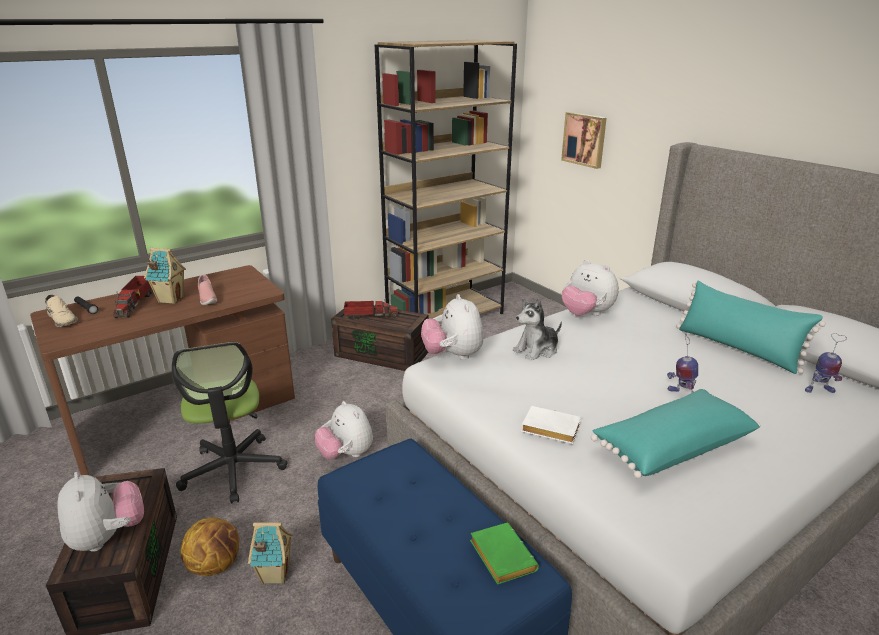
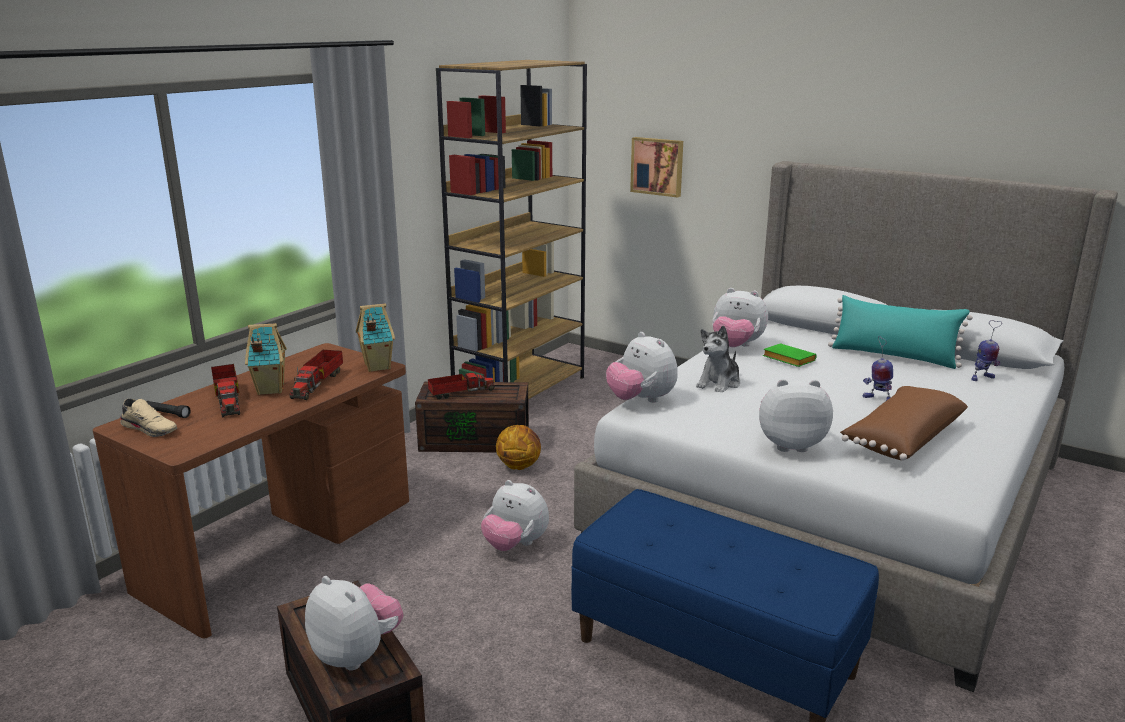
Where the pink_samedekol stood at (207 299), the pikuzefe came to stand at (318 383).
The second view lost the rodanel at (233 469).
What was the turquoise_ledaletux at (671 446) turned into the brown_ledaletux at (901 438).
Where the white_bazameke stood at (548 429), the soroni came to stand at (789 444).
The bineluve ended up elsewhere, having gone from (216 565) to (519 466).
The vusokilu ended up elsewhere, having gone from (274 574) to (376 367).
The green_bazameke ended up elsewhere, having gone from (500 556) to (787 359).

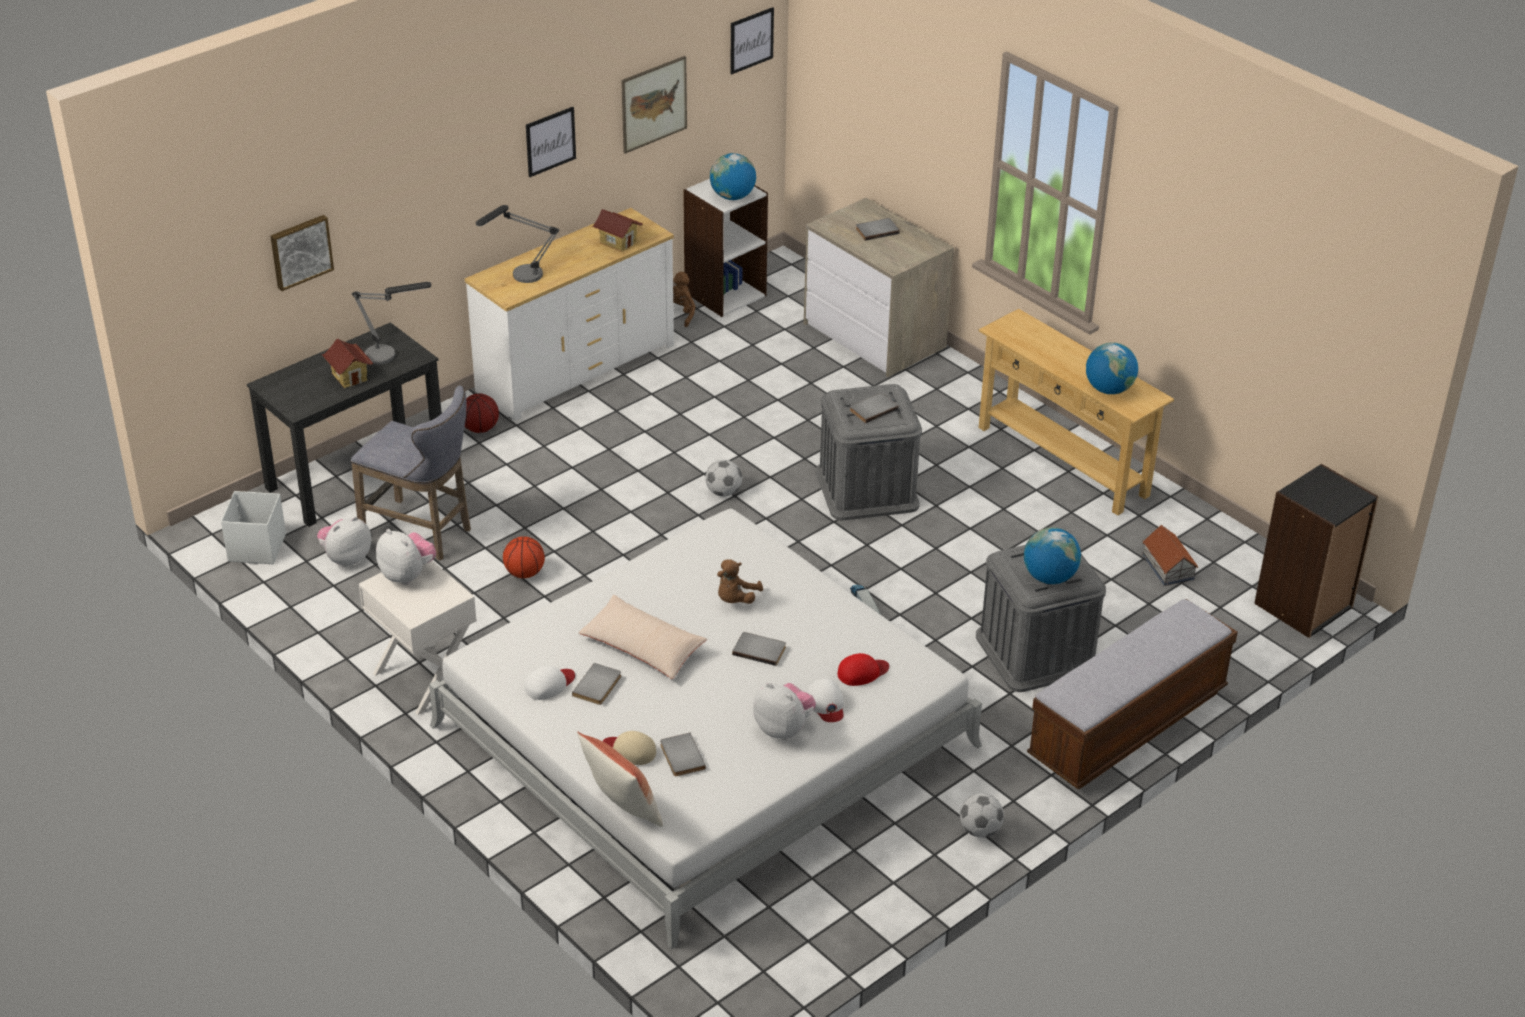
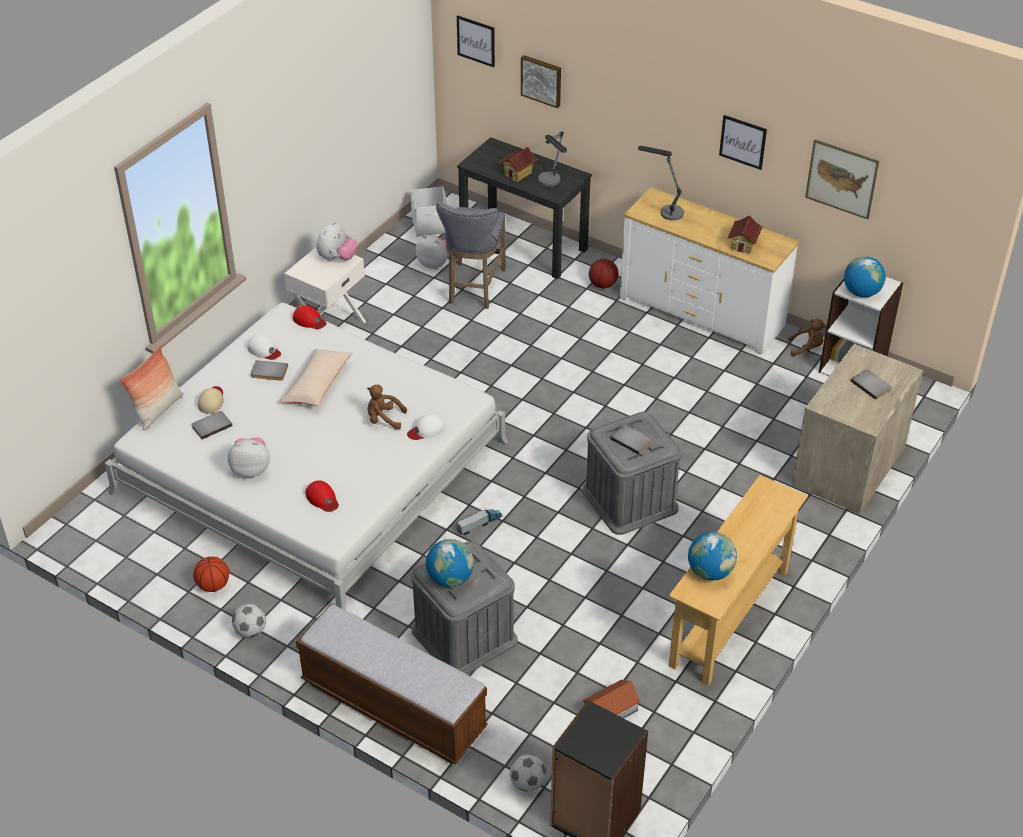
The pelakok ended up elsewhere, having gone from (751 40) to (476 41).
The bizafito ended up elsewhere, having gone from (723 492) to (527 783).
The bineluve ended up elsewhere, having gone from (524 573) to (213 585).
The second view lost the grey_bazameke at (760 649).
The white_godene ended up elsewhere, having gone from (826 704) to (426 430).
The soroni at (784 728) ended up facing another way, 120 degrees counterclockwise from before.
The second view gained the red_godene at (309 320).

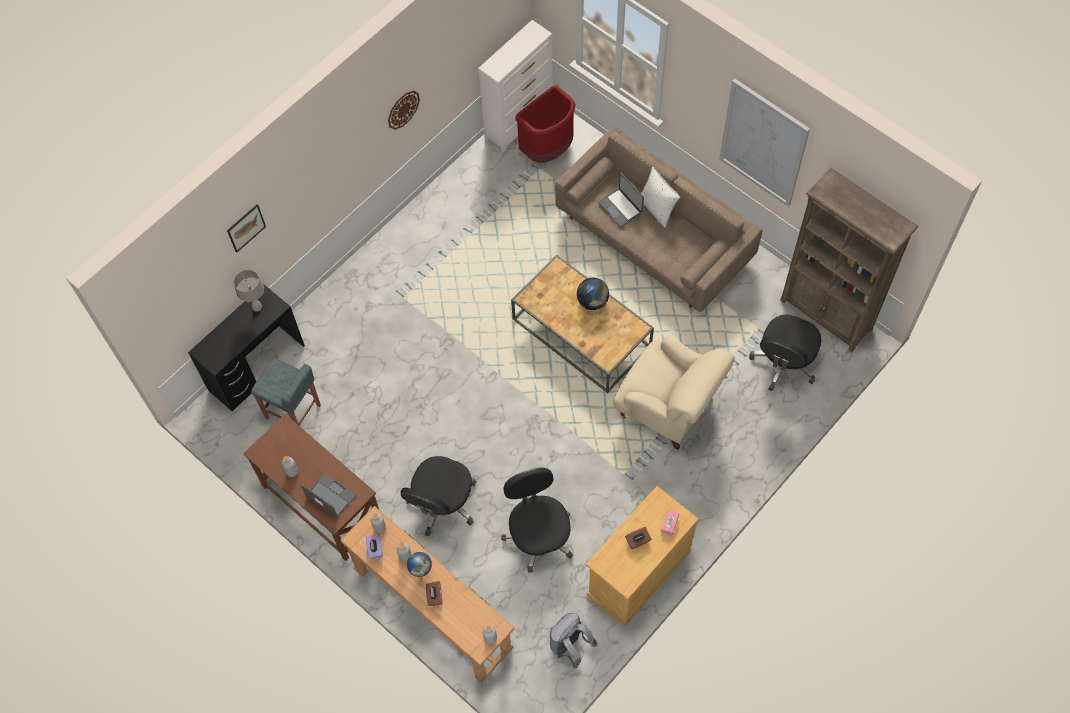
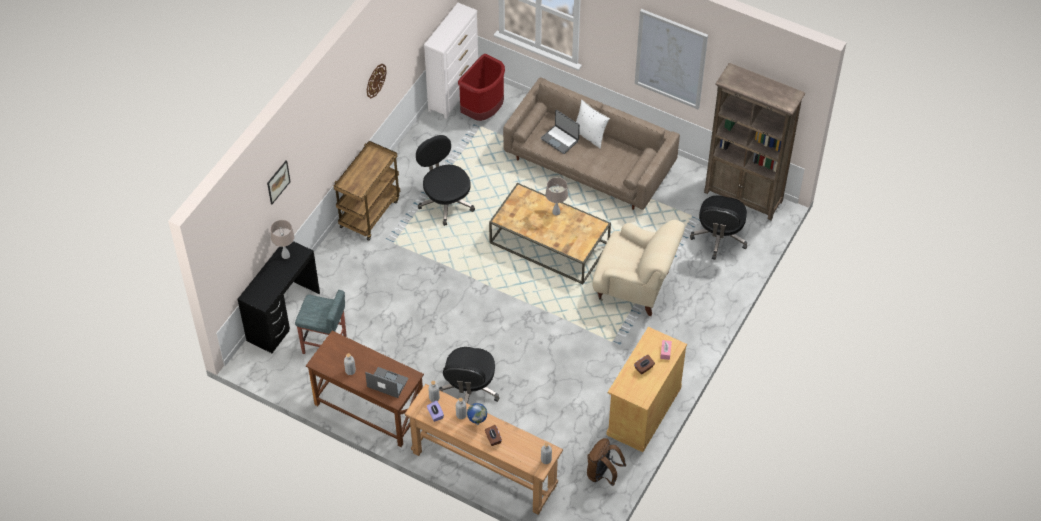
Where the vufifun stood at (592 301), the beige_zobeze came to stand at (556 212).
The black_rodanel ended up elsewhere, having gone from (538 535) to (445 201).
What was the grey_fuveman at (570 646) turned into the brown_fuveman at (603 474).
The second view gained the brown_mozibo at (369 212).

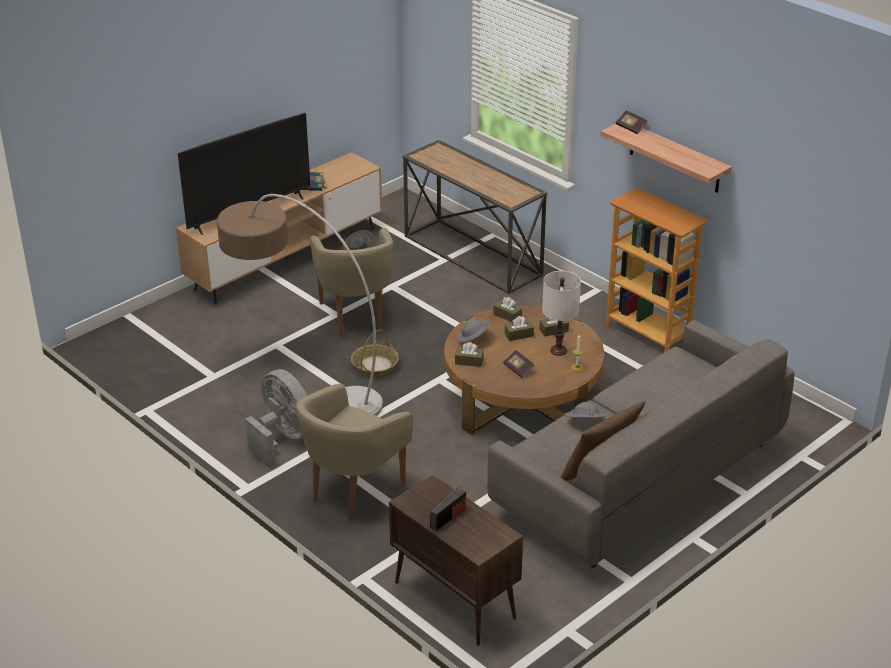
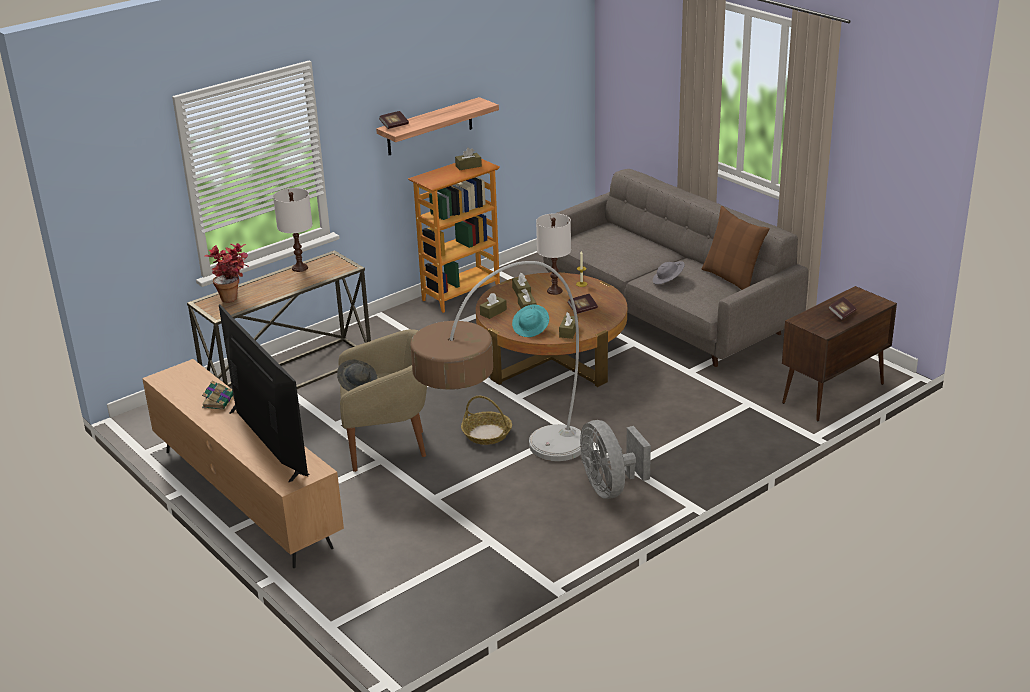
What was the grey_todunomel at (473 339) turned into the turquoise_todunomel at (531 329).
The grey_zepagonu at (283 438) ended up facing another way, 75 degrees counterclockwise from before.
The second view lost the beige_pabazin at (353 490).
Where the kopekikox stood at (448 518), the bazameke came to stand at (841 314).
The second view gained the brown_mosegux at (468 166).
The second view gained the white_zobeze at (299 268).
The second view gained the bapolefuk at (234 297).

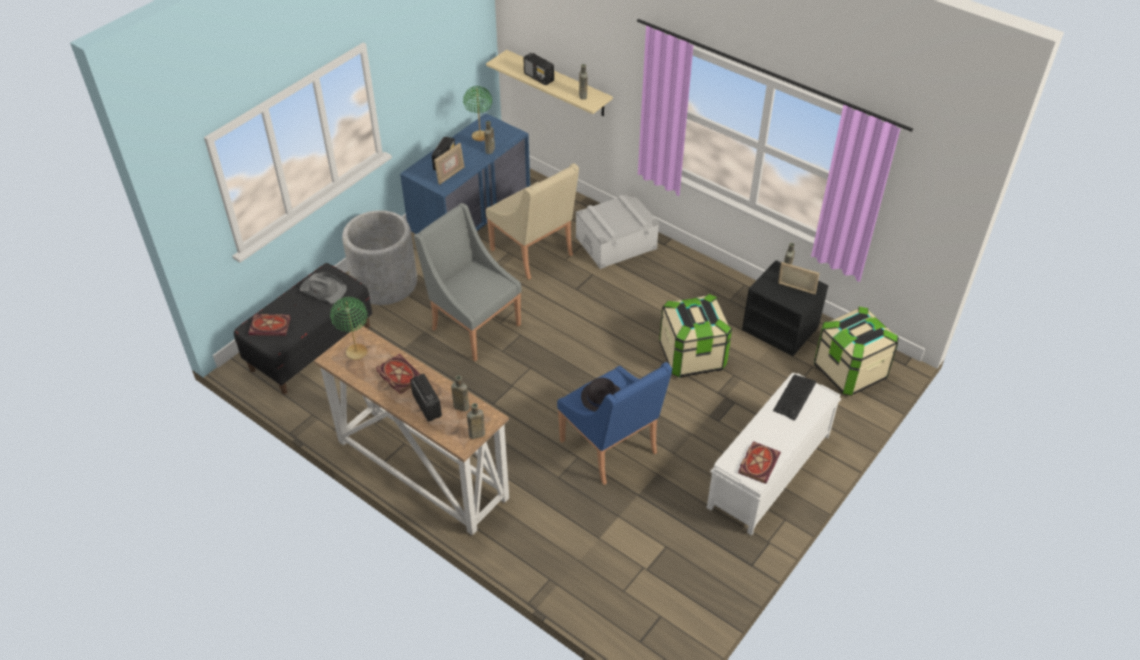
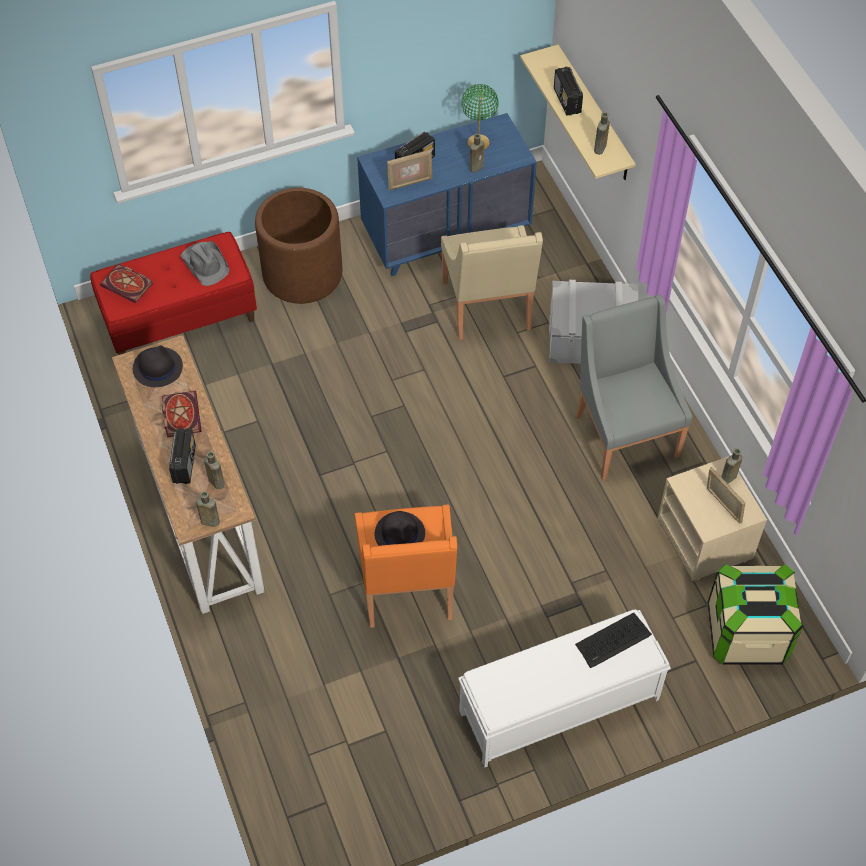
The grey_pabazin ended up elsewhere, having gone from (473 326) to (624 433).
What was the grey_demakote at (385 283) turned into the brown_demakote at (302 274).
What was the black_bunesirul at (781 328) turned into the beige_bunesirul at (706 539).
What was the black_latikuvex at (311 347) turned into the red_latikuvex at (180 318).
The second view lost the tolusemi at (692 356).
Where the green_zobeze stood at (356 352), the black_todunomel came to stand at (157 367).
What was the blue_pabazin at (611 448) turned into the orange_pabazin at (407 589).
The second view lost the bazameke at (758 462).

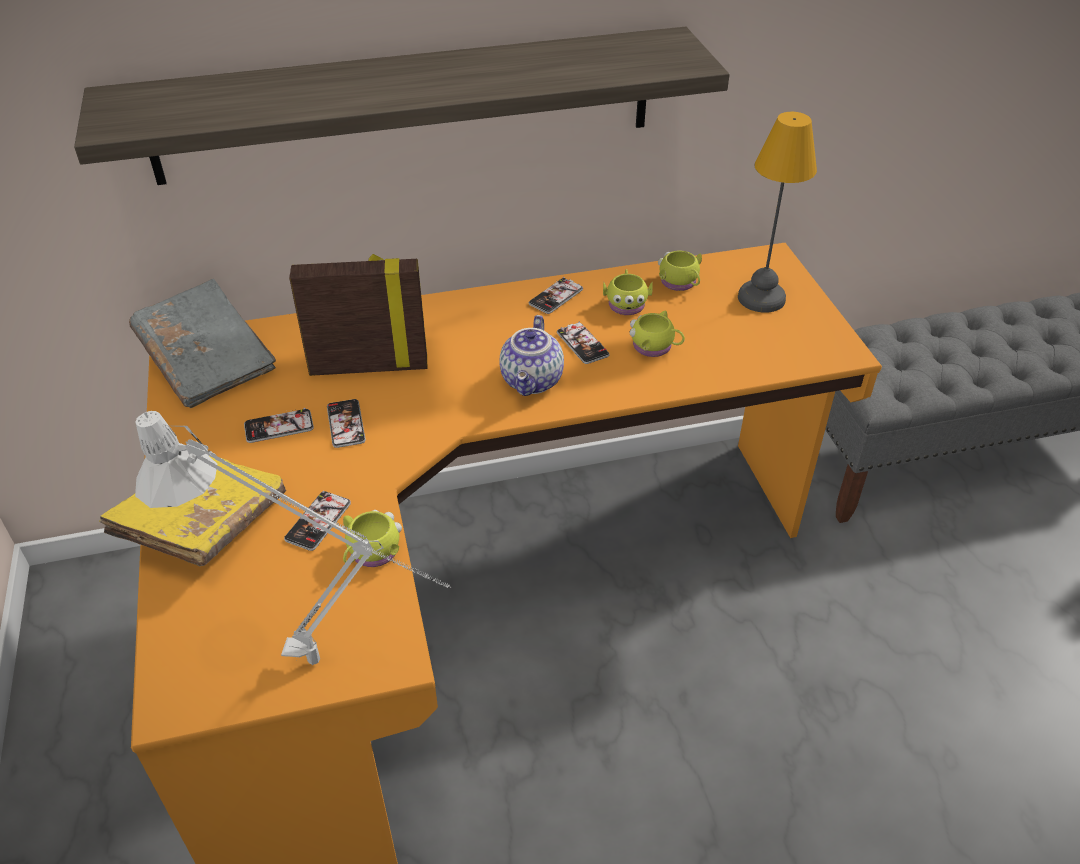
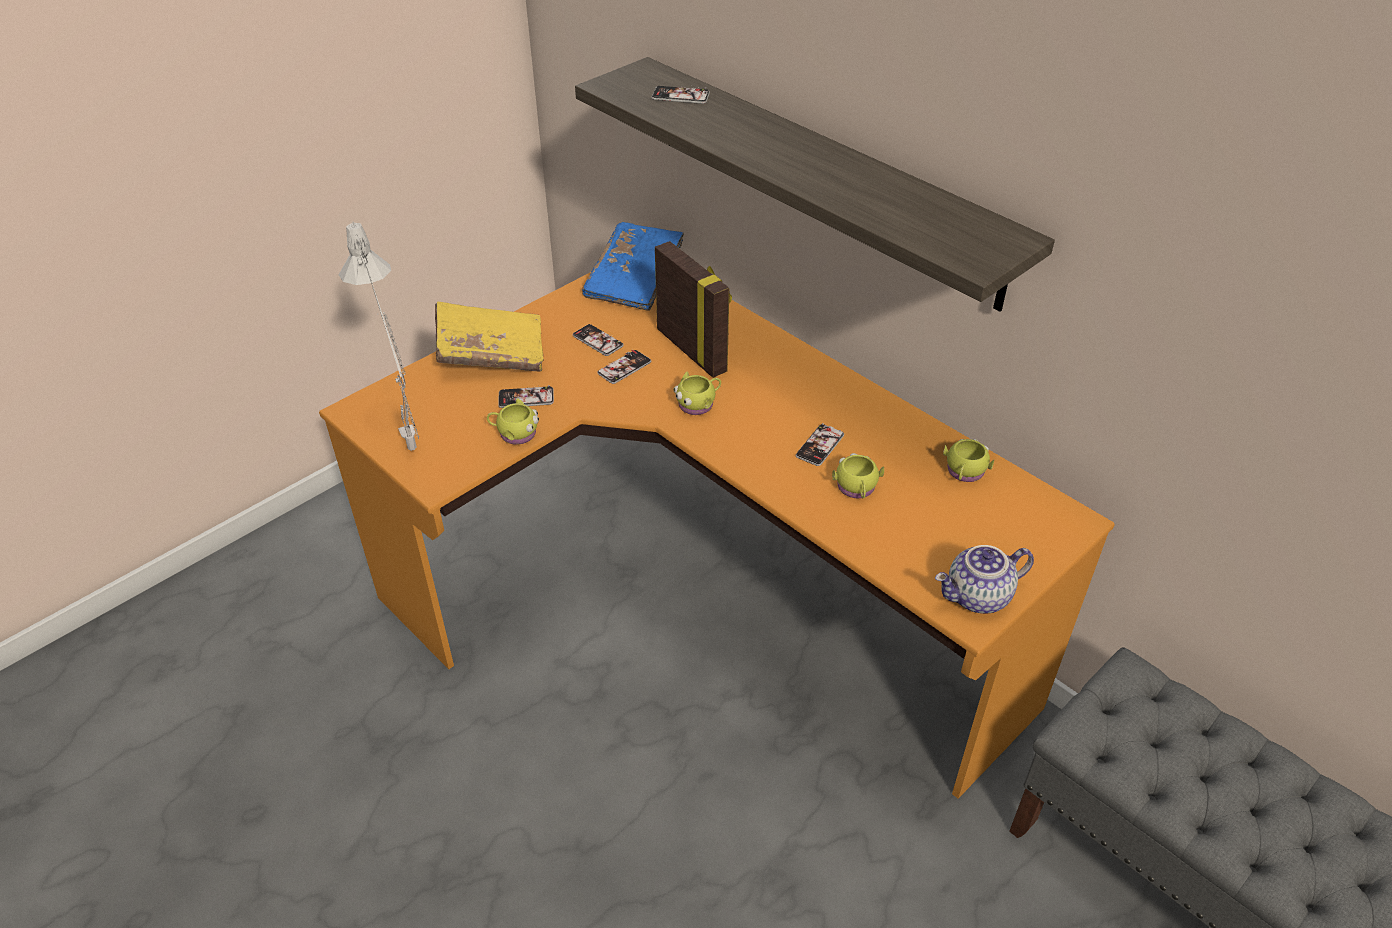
The second view lost the zobeze at (761 299).
The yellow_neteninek ended up elsewhere, having gone from (626 303) to (698 404).
The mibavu ended up elsewhere, having gone from (556 297) to (680 96).
What was the grey_bazameke at (207 361) turned into the blue_bazameke at (634 281).
The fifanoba ended up elsewhere, having gone from (533 381) to (978 598).

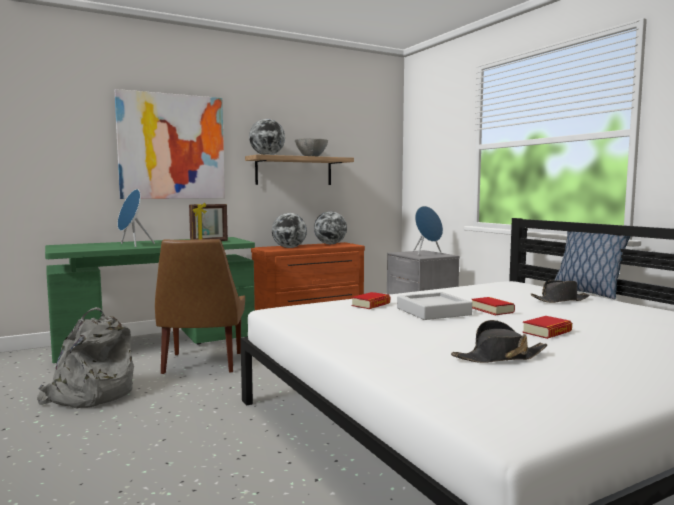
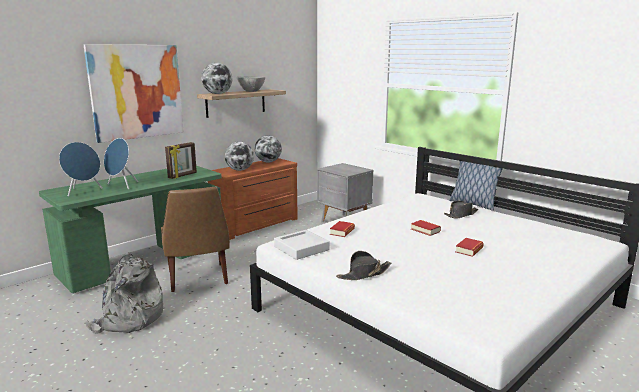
The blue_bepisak ended up elsewhere, having gone from (427 253) to (83 191).
The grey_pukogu ended up elsewhere, having gone from (433 311) to (301 248).
The black_todunomel ended up elsewhere, having gone from (499 357) to (364 274).

